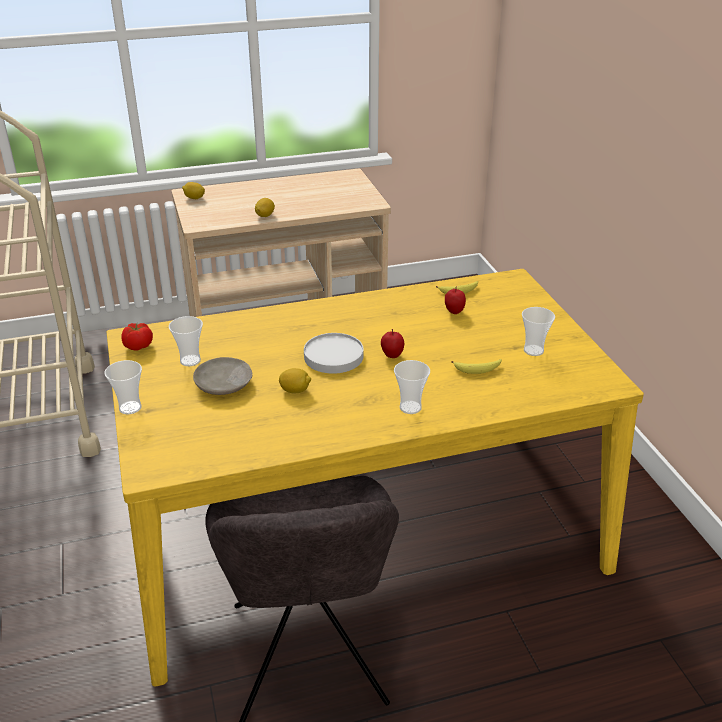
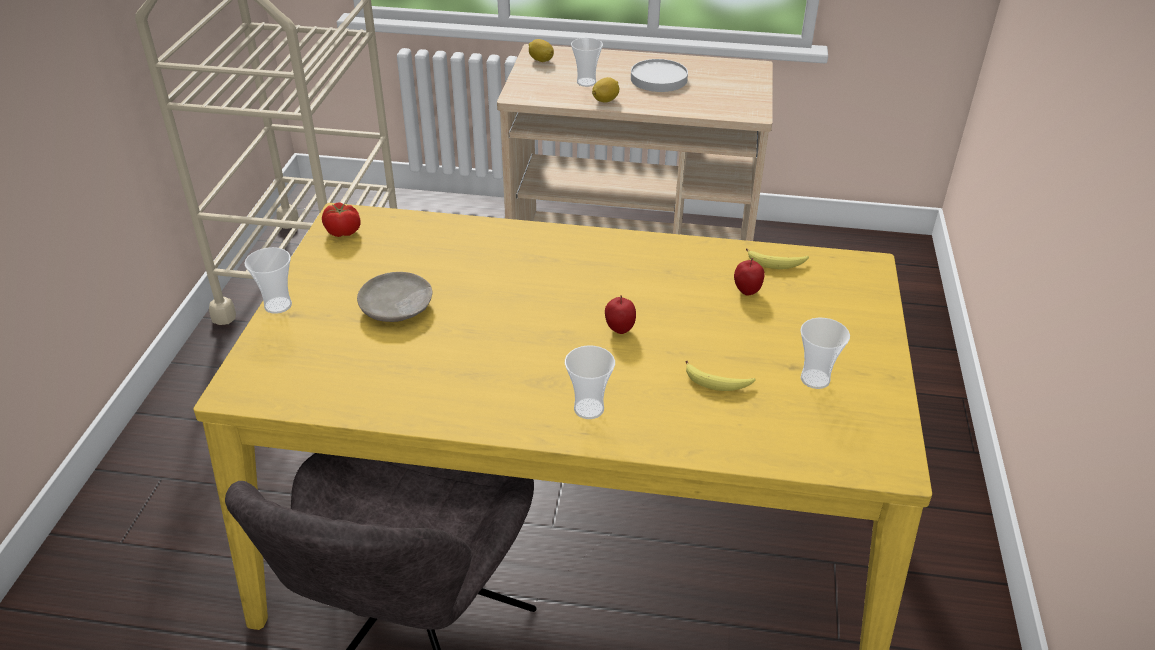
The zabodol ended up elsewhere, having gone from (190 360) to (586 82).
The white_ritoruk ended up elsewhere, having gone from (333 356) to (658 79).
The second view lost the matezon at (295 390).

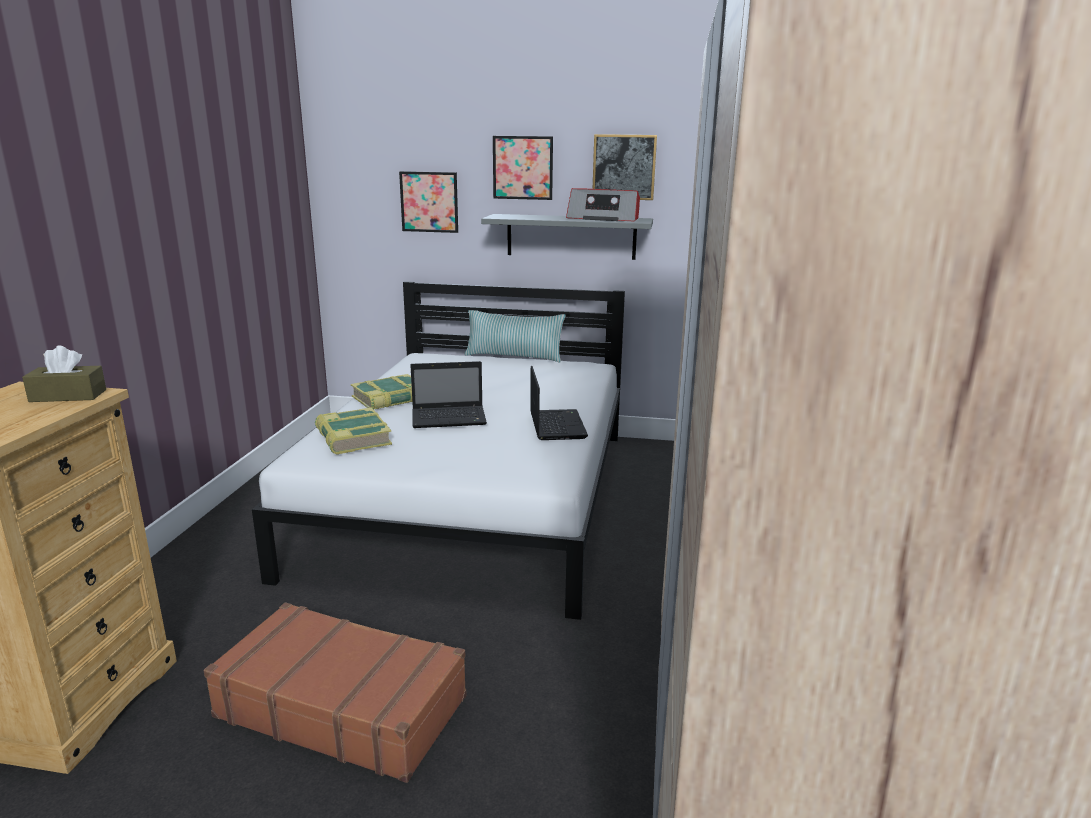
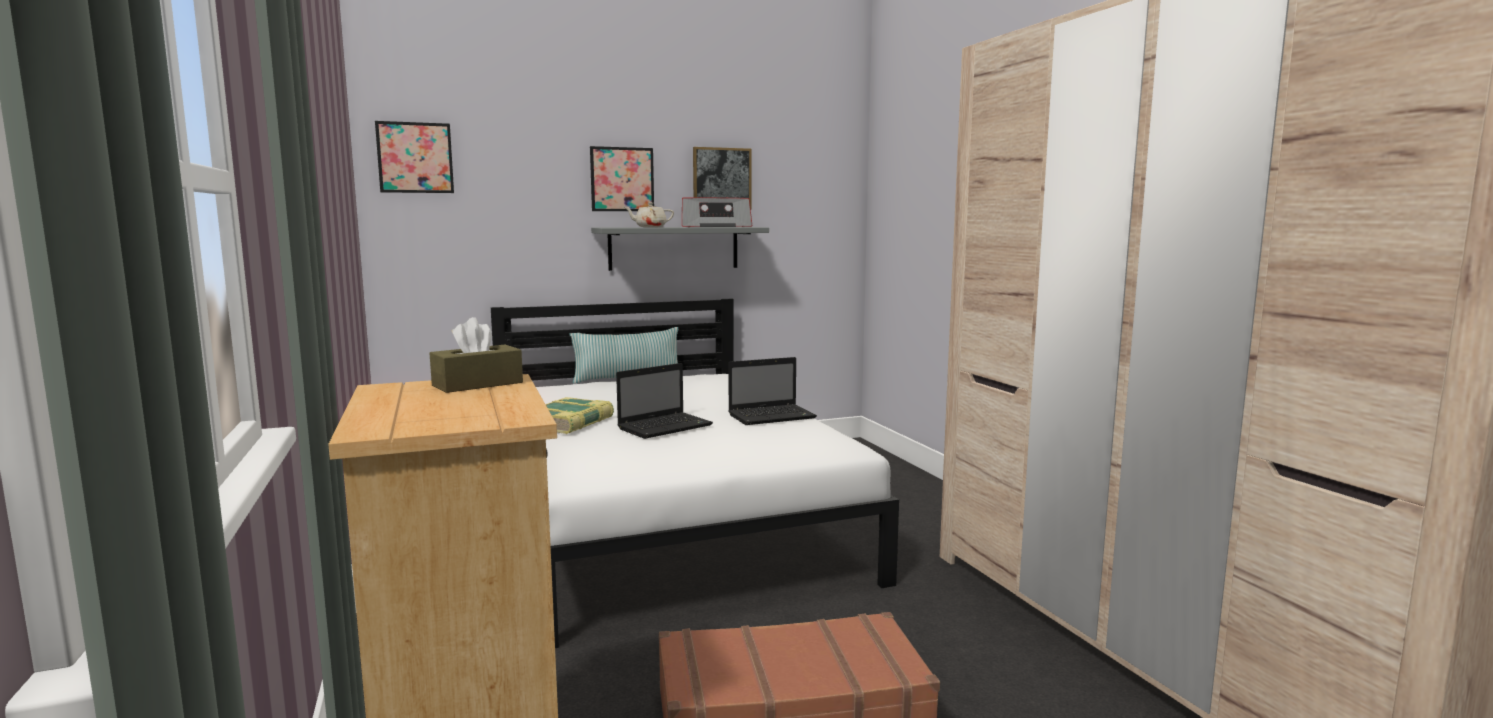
The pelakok ended up elsewhere, having gone from (429 202) to (415 157).
The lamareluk at (556 425) ended up facing another way, 105 degrees clockwise from before.
The second view lost the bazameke at (352 438).
The second view gained the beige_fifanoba at (650 227).

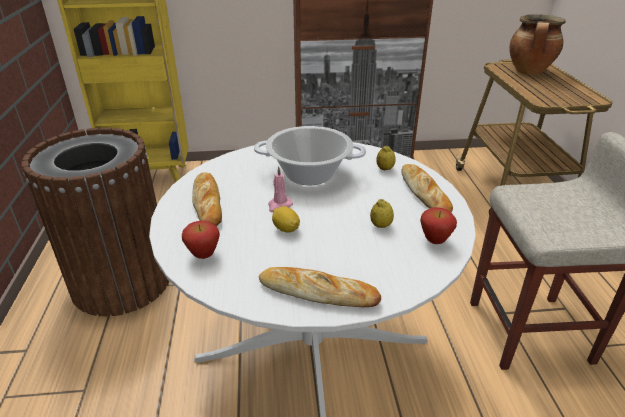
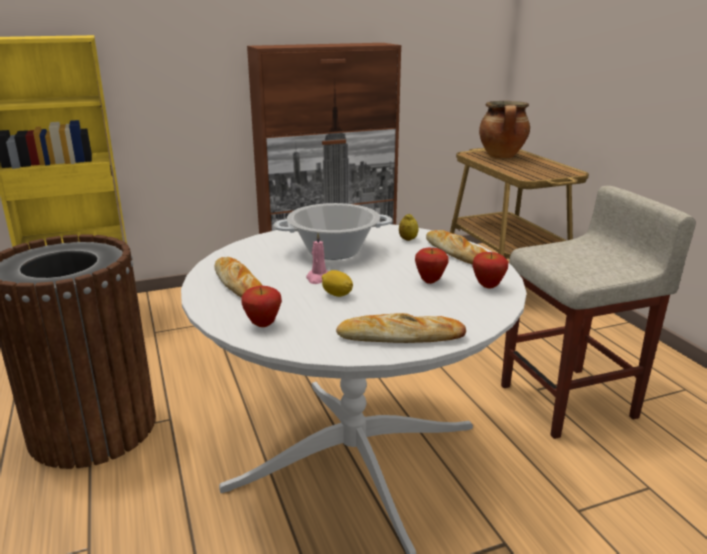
Where the matezon stood at (381 225), the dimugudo came to stand at (430 281).

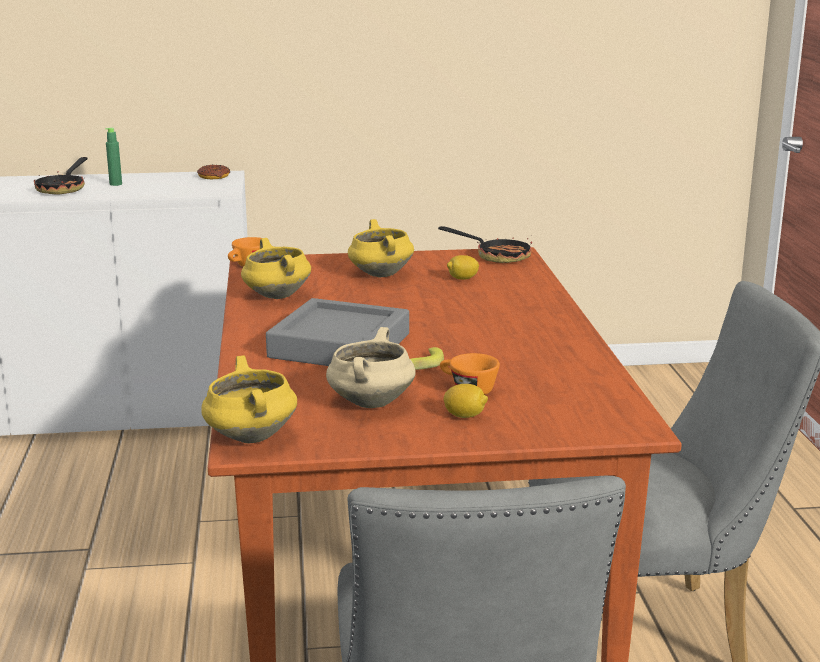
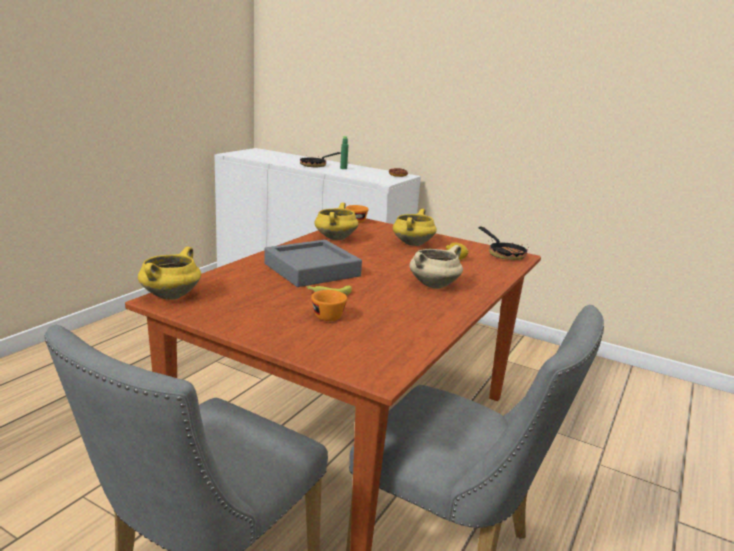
The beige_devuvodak ended up elsewhere, having gone from (370 402) to (434 285).
The second view lost the matezon at (465 416).

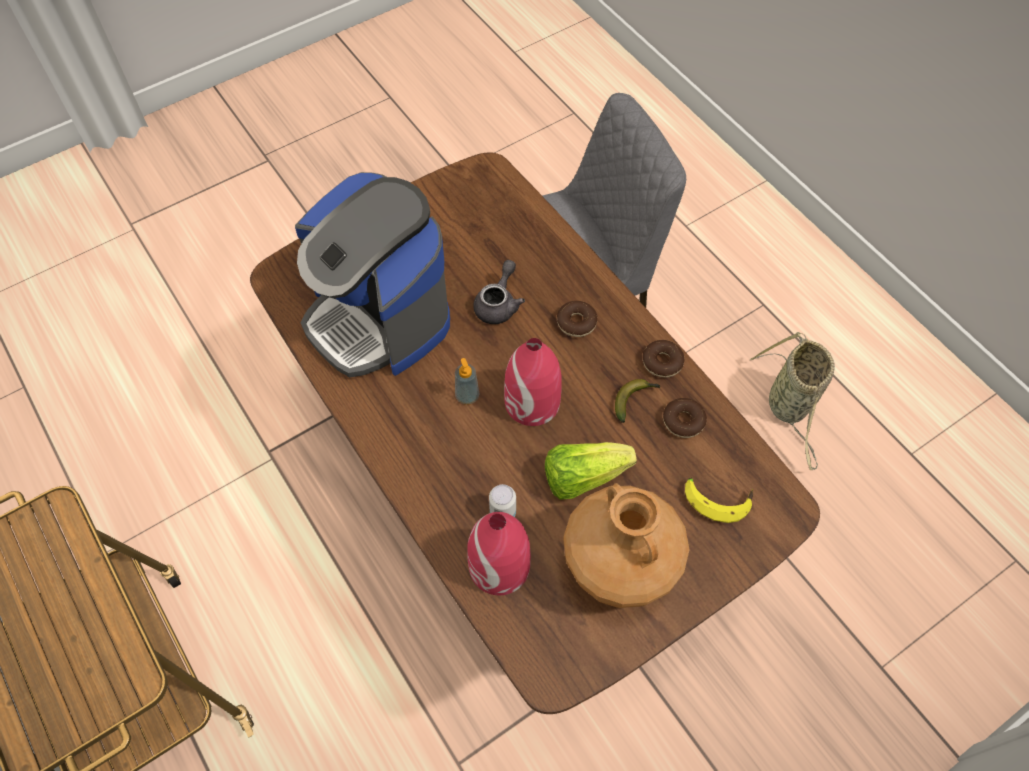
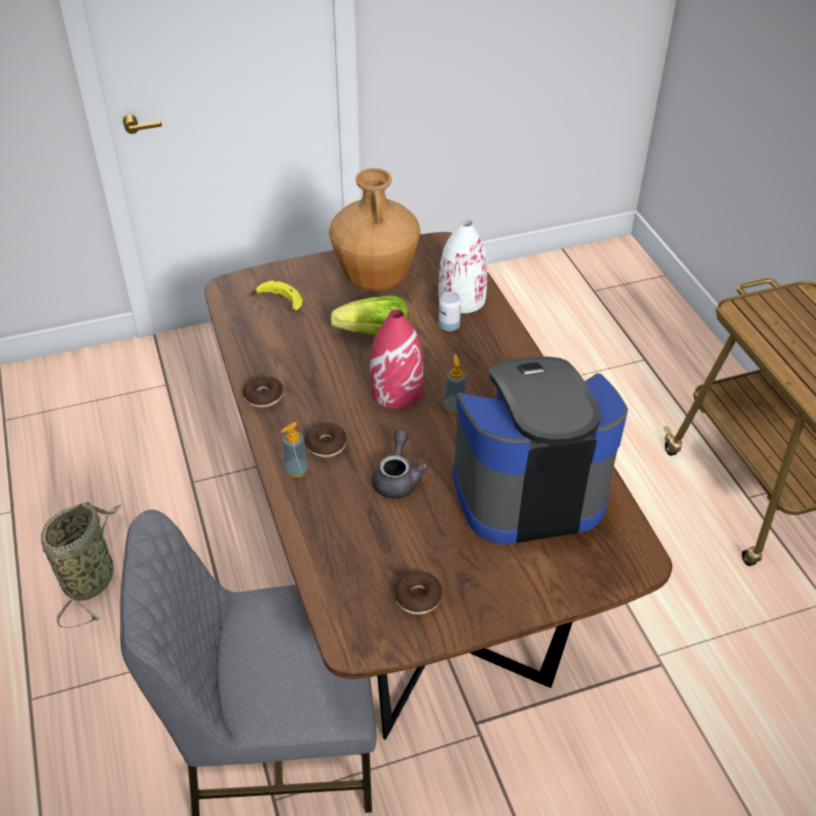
The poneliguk at (379 318) ended up facing another way, 75 degrees counterclockwise from before.
The grey_fifanoba at (498 304) ended up facing another way, 150 degrees clockwise from before.
The second view lost the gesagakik at (634 400).
The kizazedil ended up elsewhere, having gone from (683 421) to (418 597).
What was the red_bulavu at (499 566) turned into the white_bulavu at (462 298).
The second view gained the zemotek at (296 470).

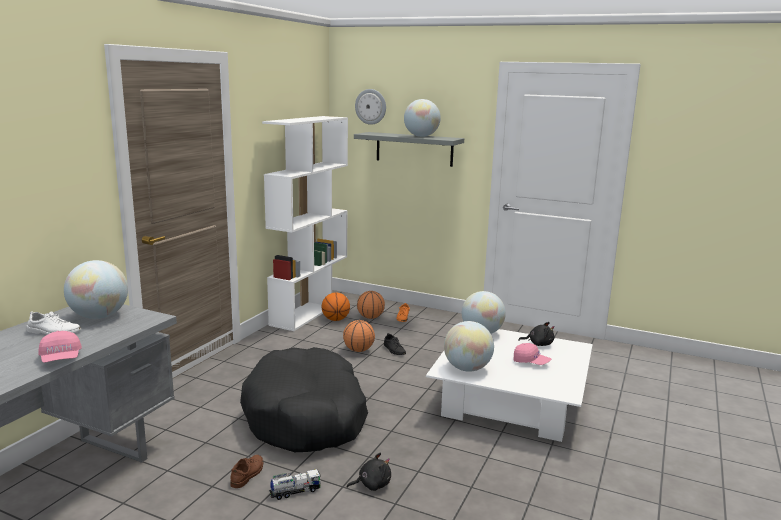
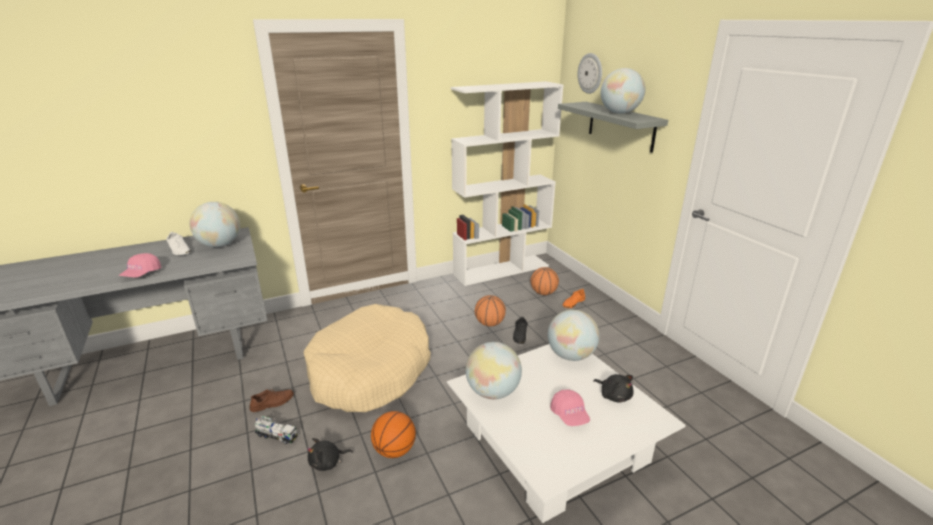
The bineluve ended up elsewhere, having gone from (335 319) to (394 450).
What was the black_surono at (306 416) turned into the beige_surono at (370 371).
The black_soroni at (372 484) ended up facing another way, 135 degrees clockwise from before.

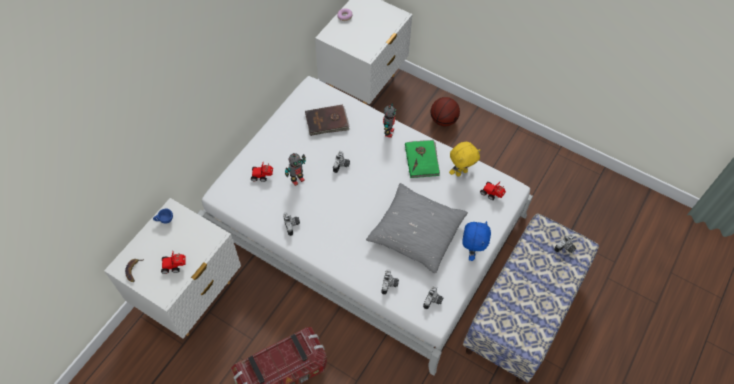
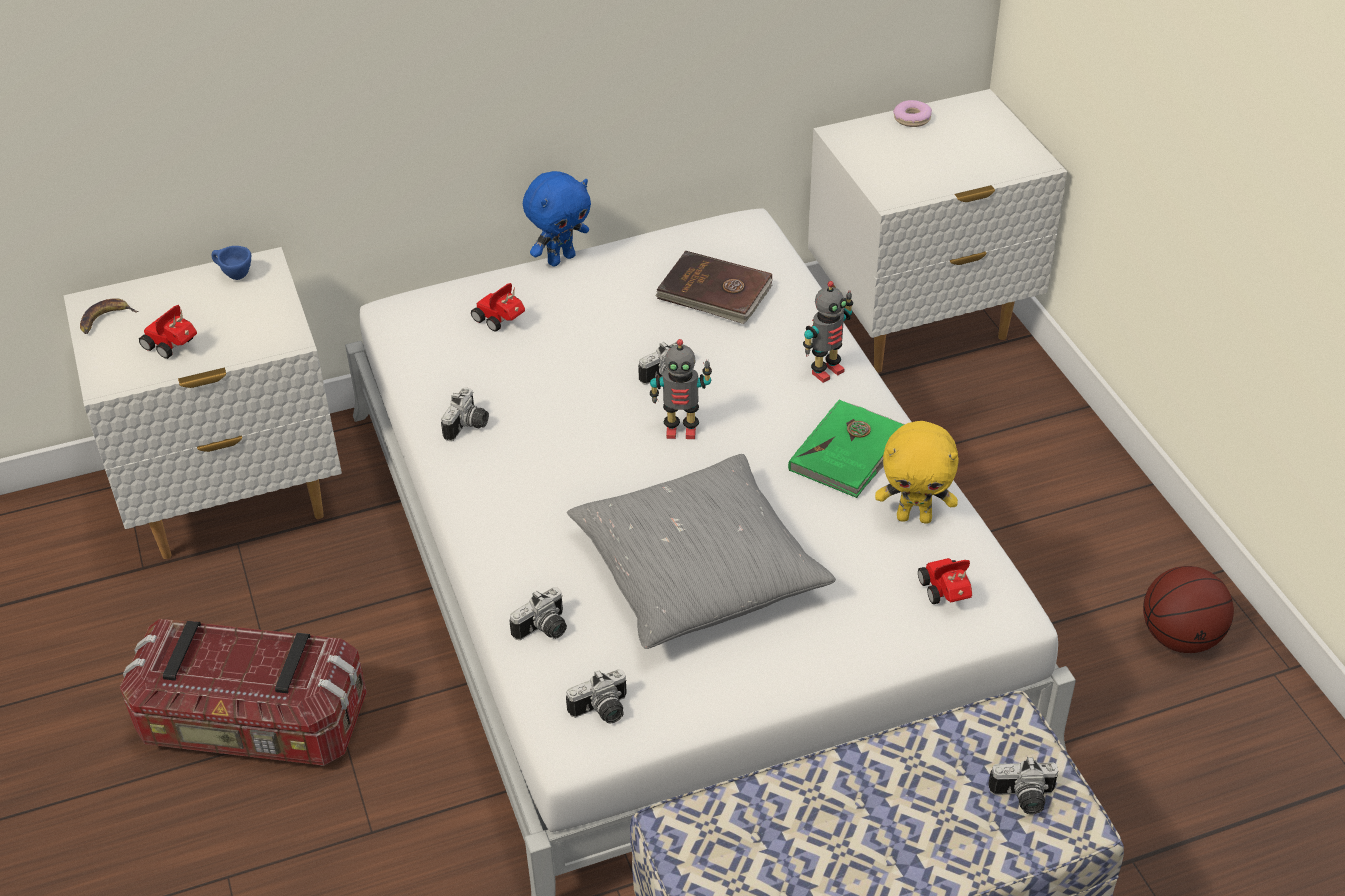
The bineluve ended up elsewhere, having gone from (443 120) to (1180 637).
The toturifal ended up elsewhere, having gone from (297 179) to (681 430).
The blue_soroni ended up elsewhere, having gone from (471 251) to (561 259).

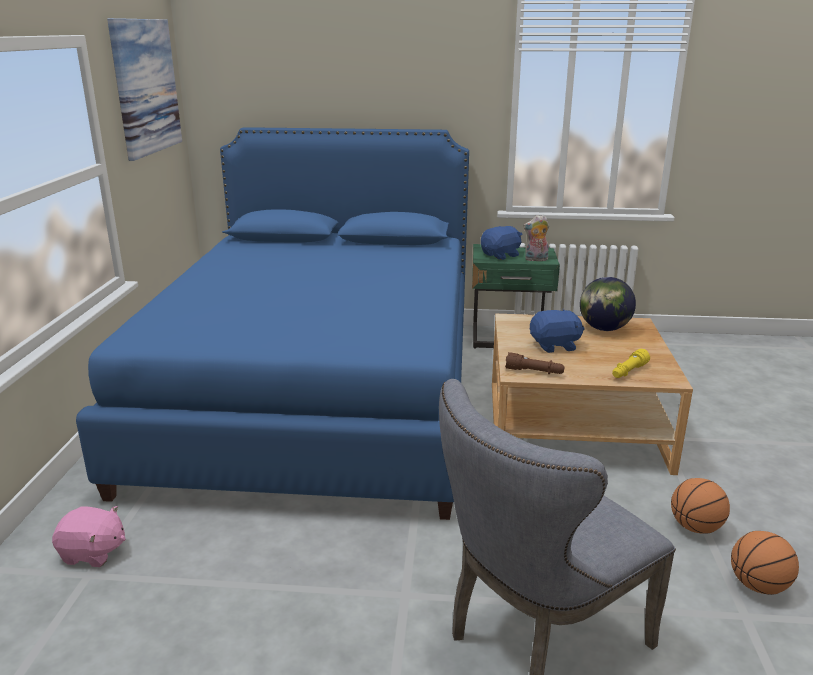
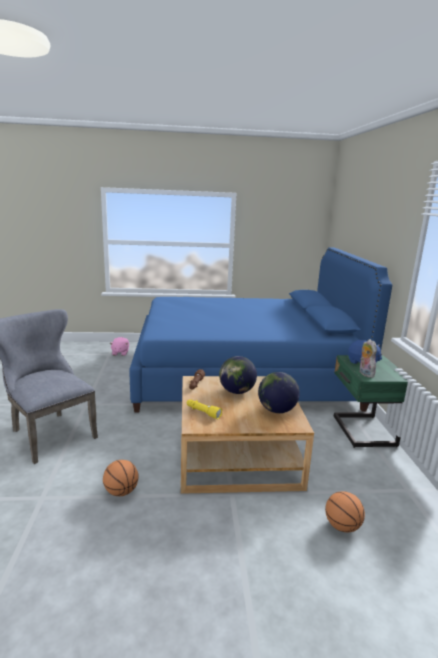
The second view lost the pelakok at (146 87).
Where the blue_soroni stood at (554 346), the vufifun came to stand at (237 391).
The bineluve ended up elsewhere, having gone from (758 586) to (342 526).

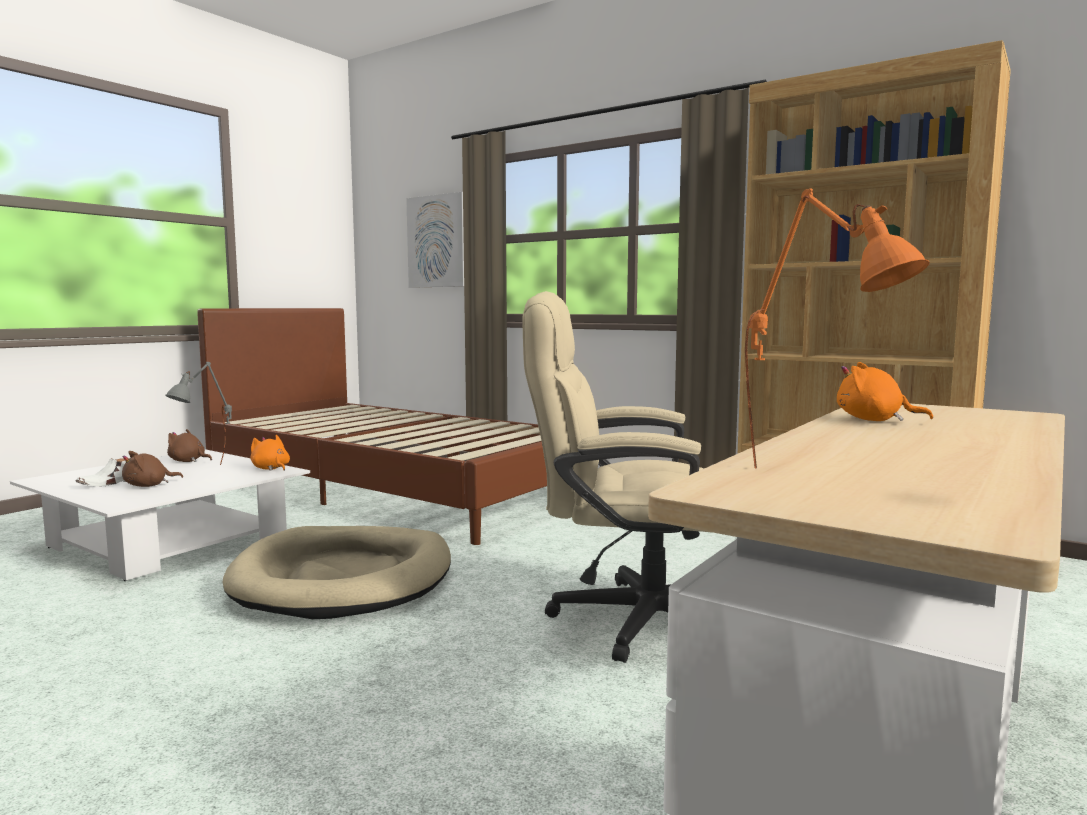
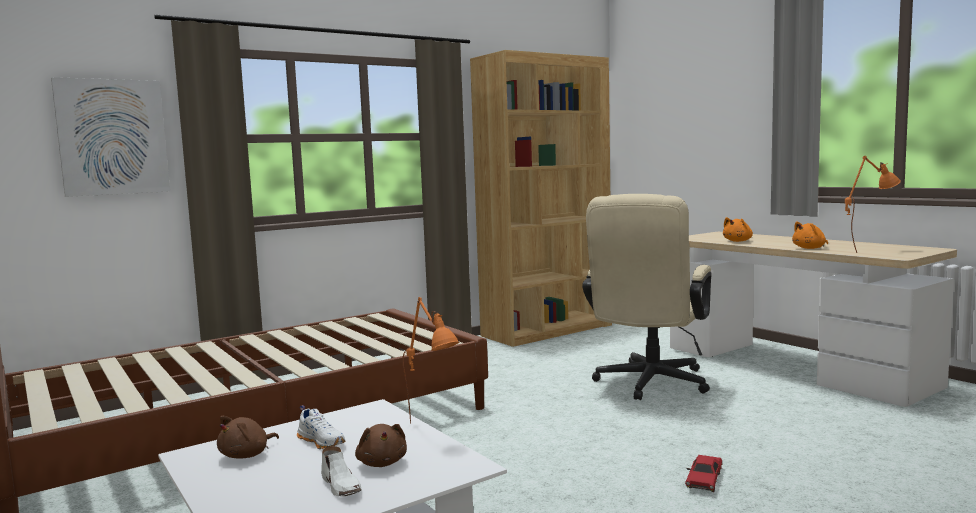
Where the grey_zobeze stood at (205 470), the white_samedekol came to stand at (322 442).
The orange_soroni ended up elsewhere, having gone from (271 469) to (810 248).
The second view lost the beige_surono at (344 578).
The second view gained the orange_zobeze at (433 429).
The second view gained the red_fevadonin at (704 480).

